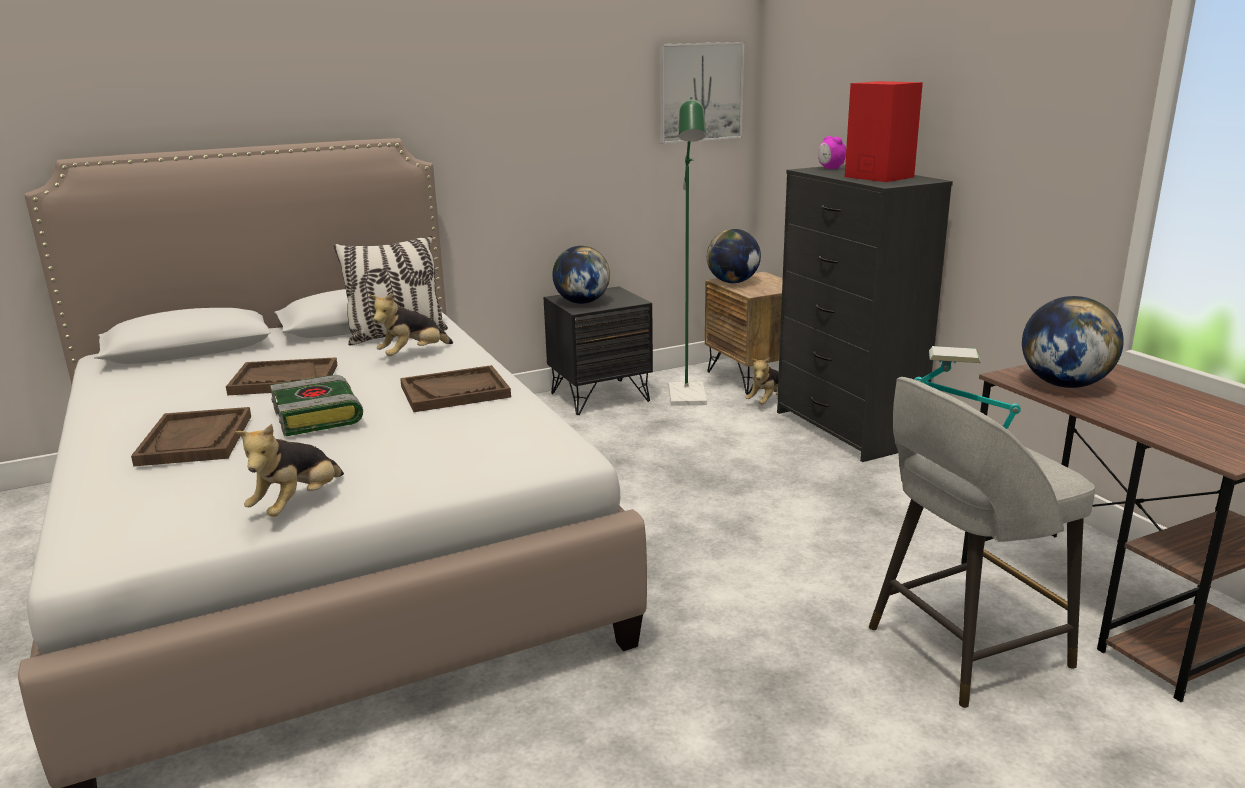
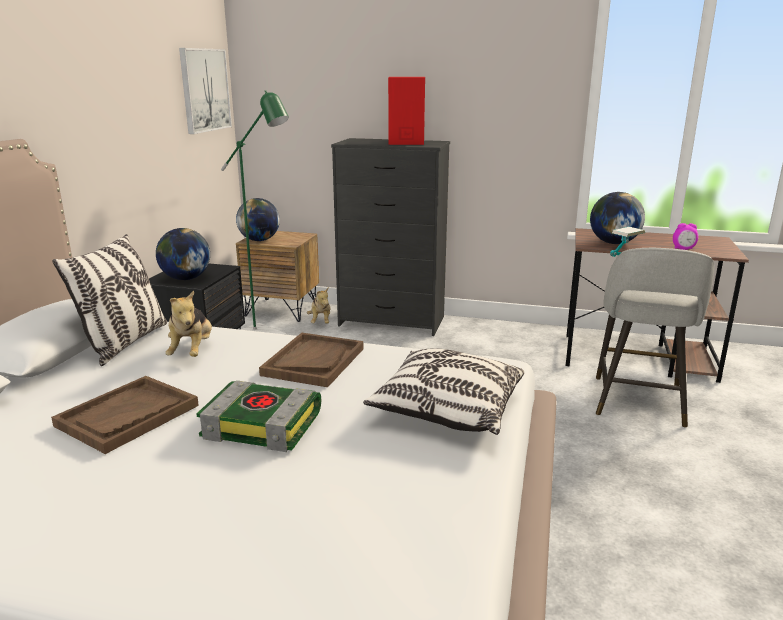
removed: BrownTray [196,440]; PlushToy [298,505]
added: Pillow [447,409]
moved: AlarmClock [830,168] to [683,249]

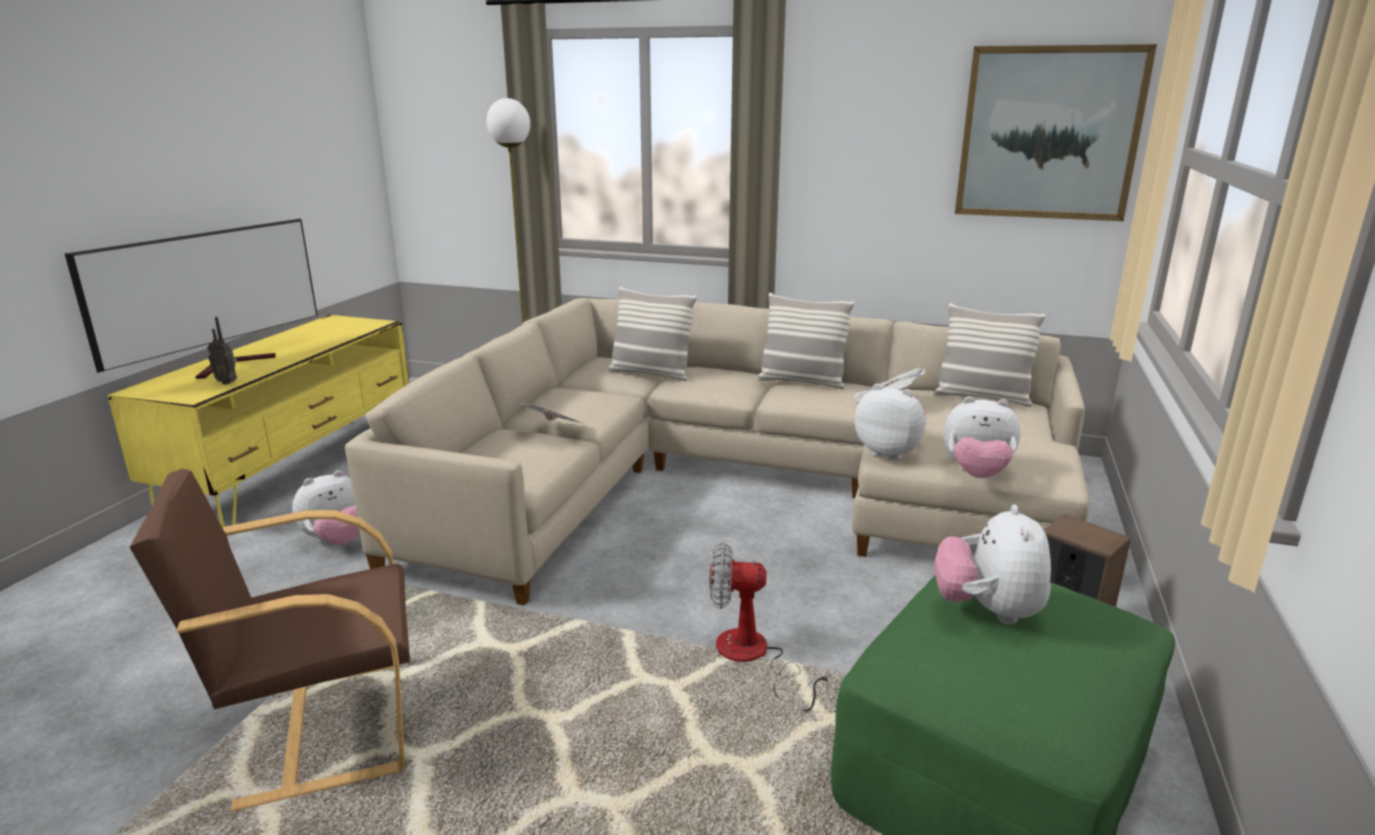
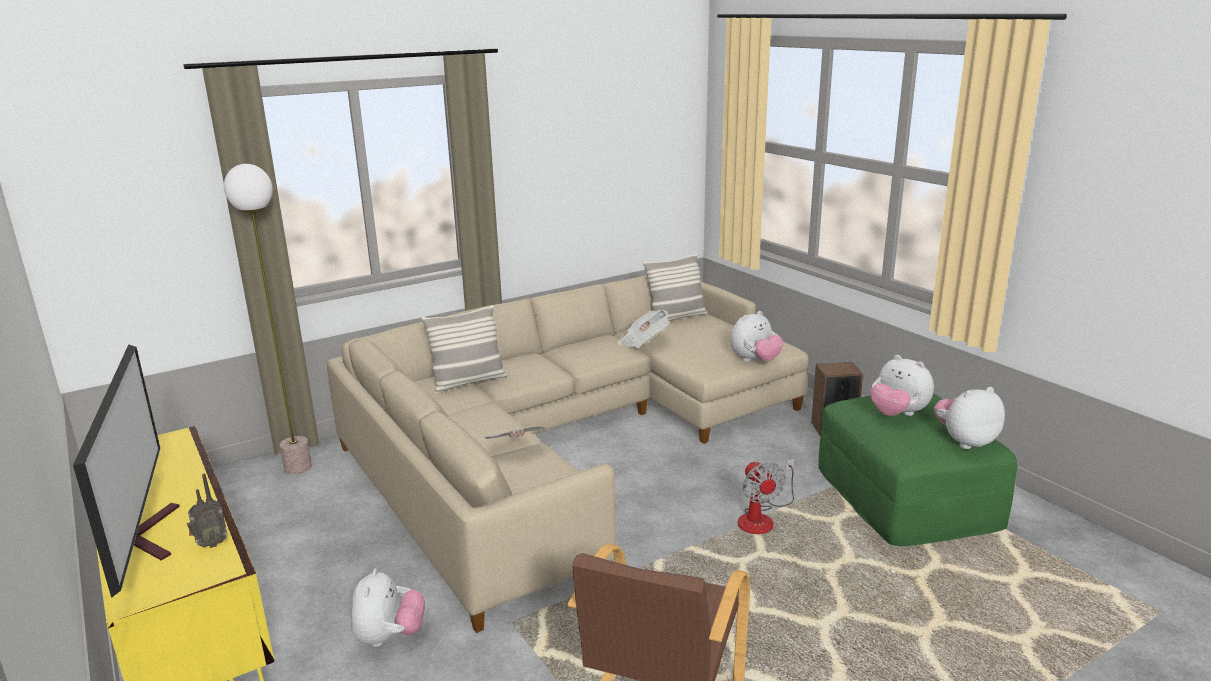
removed: Pillow [802,382]; Picture [1048,134]
moved: PlushToy [889,452] to [964,441]
turned: Fan [753,658] = [761,518] 60 degrees counterclockwise

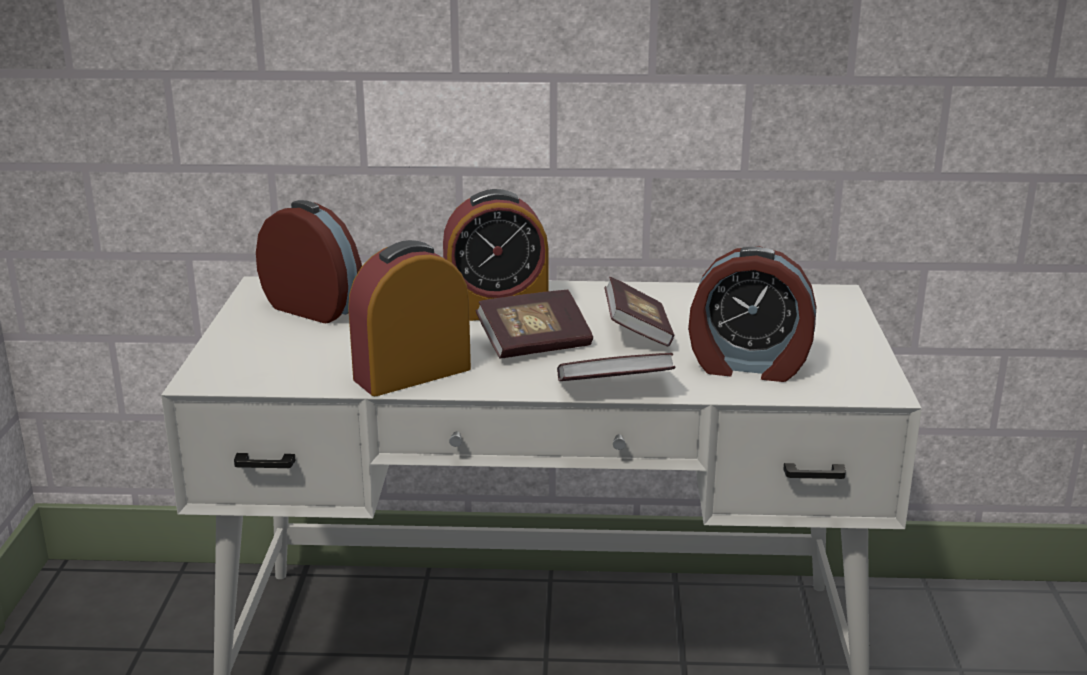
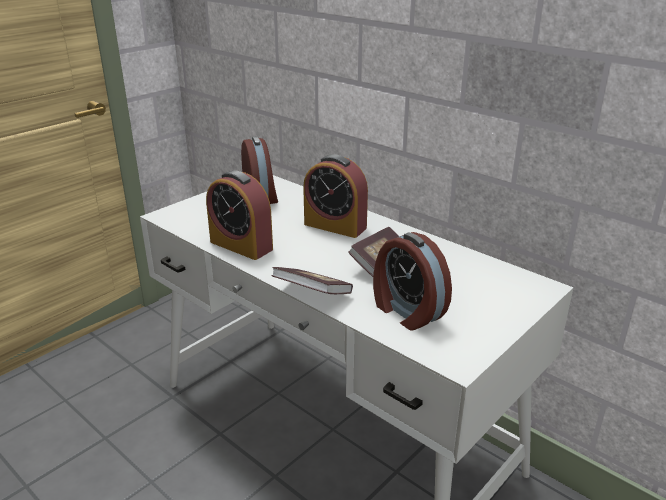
removed: Book [534,345]
turned: AlarmClock [412,374] = [241,245] 150 degrees counterclockwise

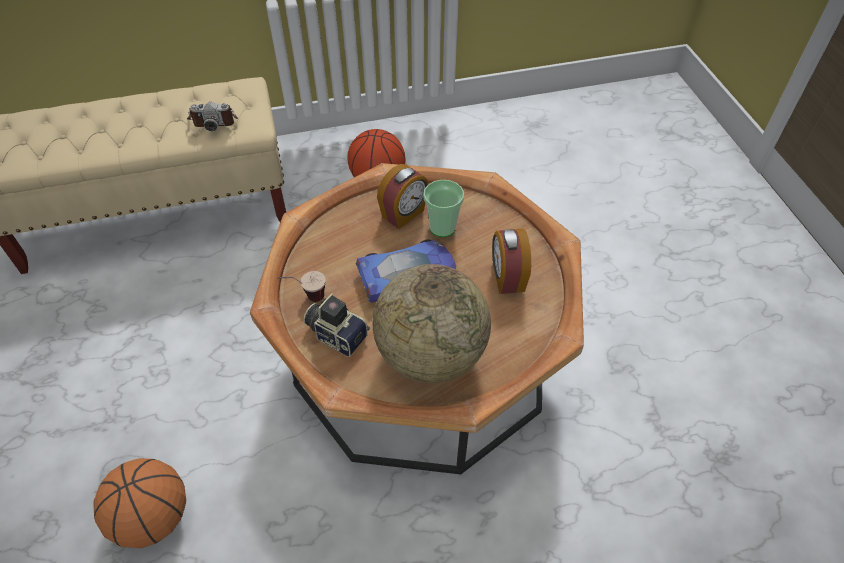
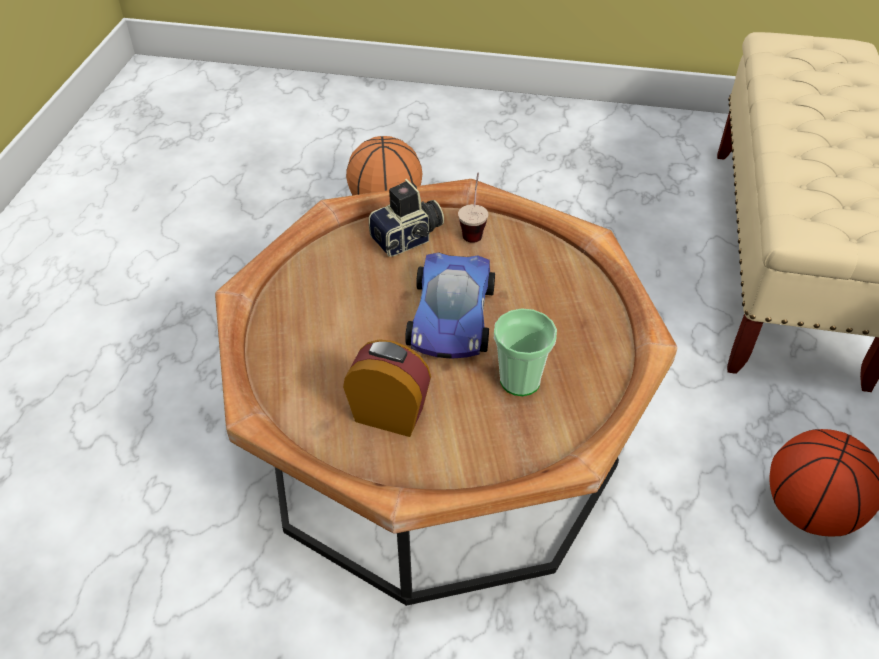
removed: PhotoCamera [214,119]; Globe [430,355]; AlarmClock [404,214]

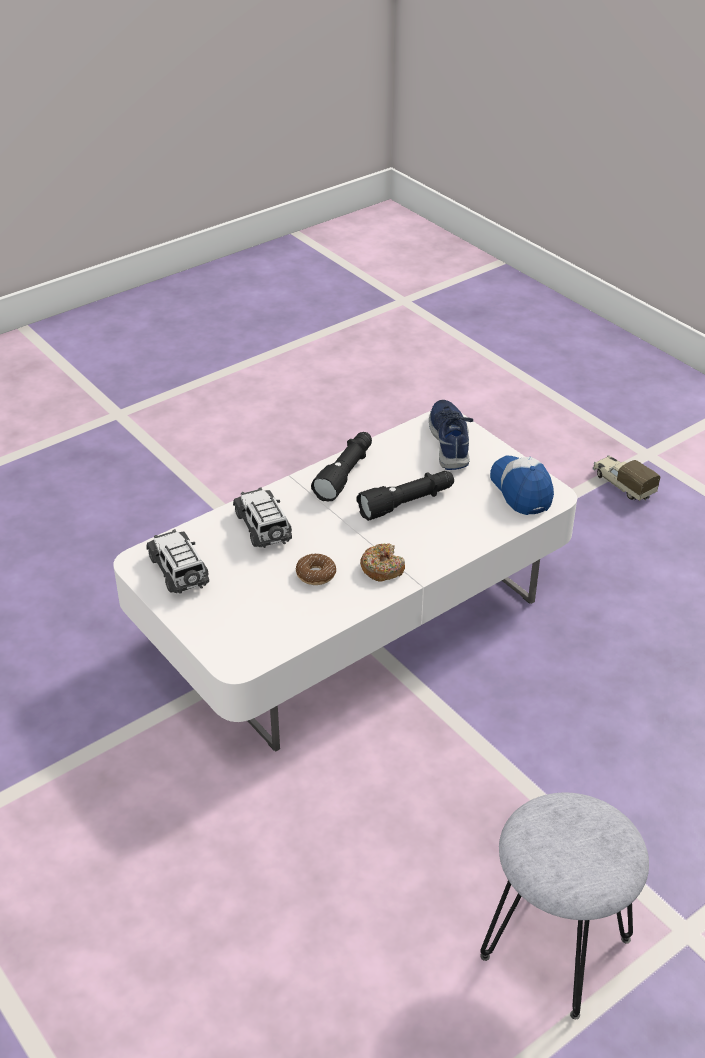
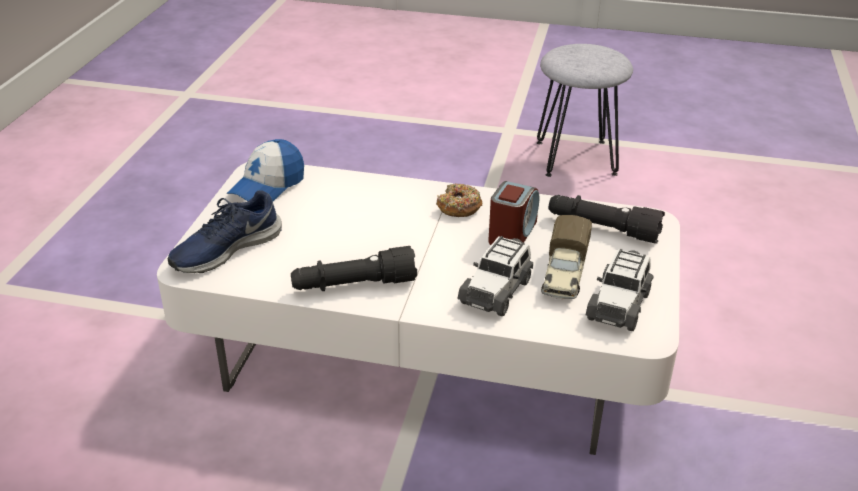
moved: ToyTruck [622,485] to [564,276]; BlackFlashlight [407,503] to [602,228]
replaced: Donut [316,574] to AlarmClock [512,233]

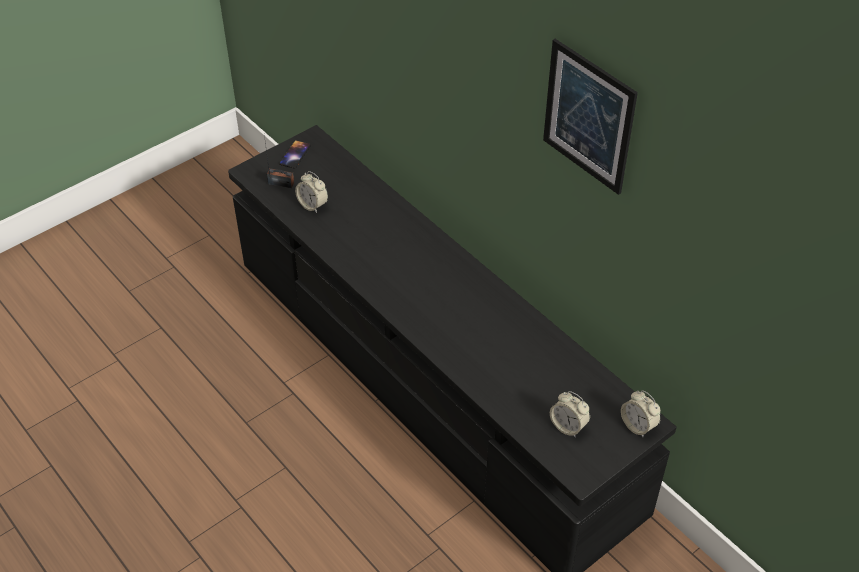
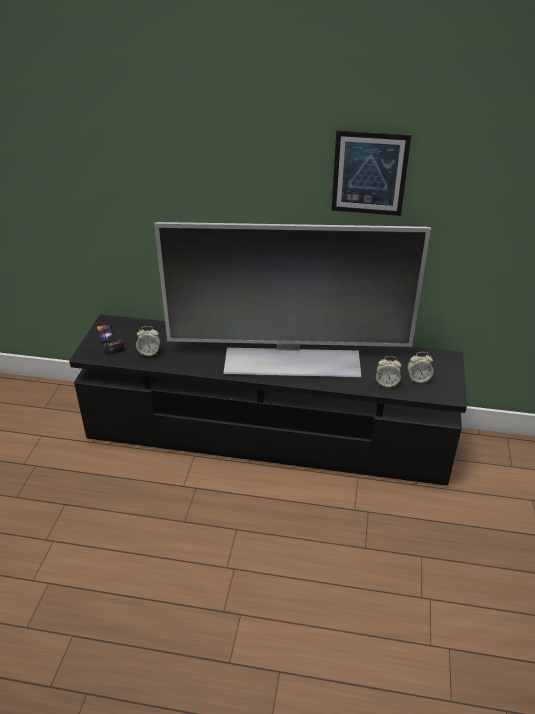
added: Television [292,361]
moved: AlarmClock [638,425] to [386,383]

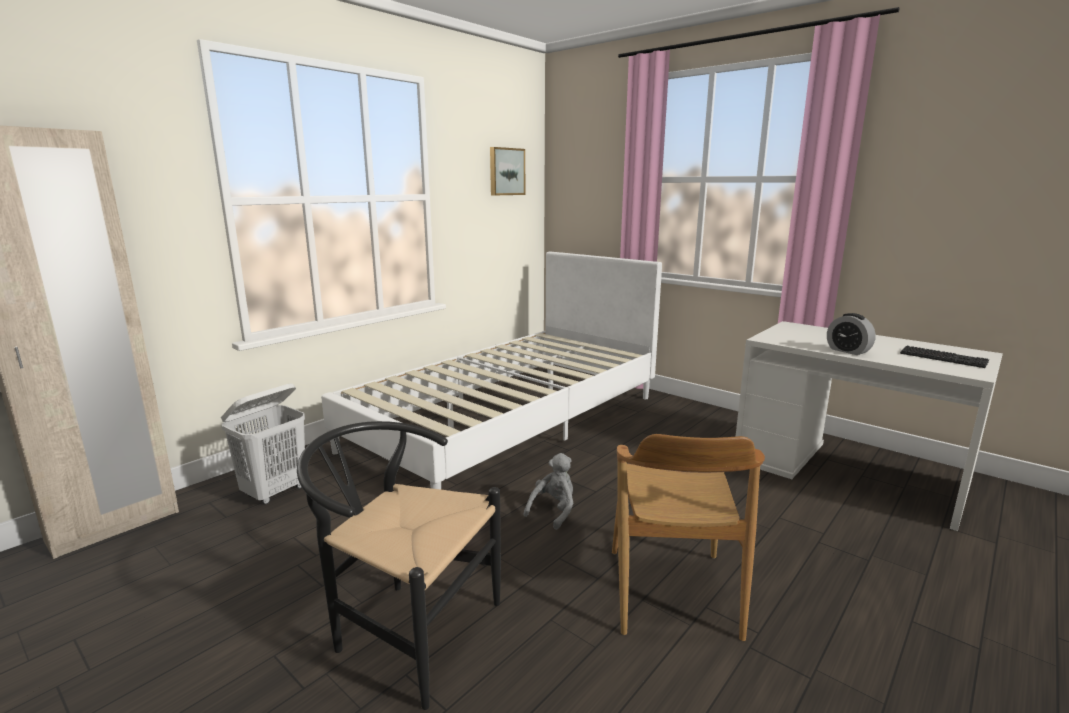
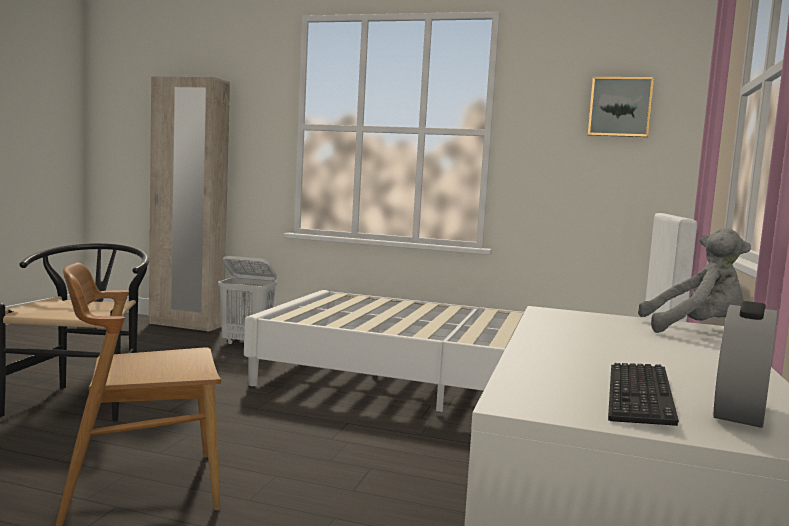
moved: GreyPlushToy [553,511] to [694,329]; AlarmClock [848,351] to [740,412]

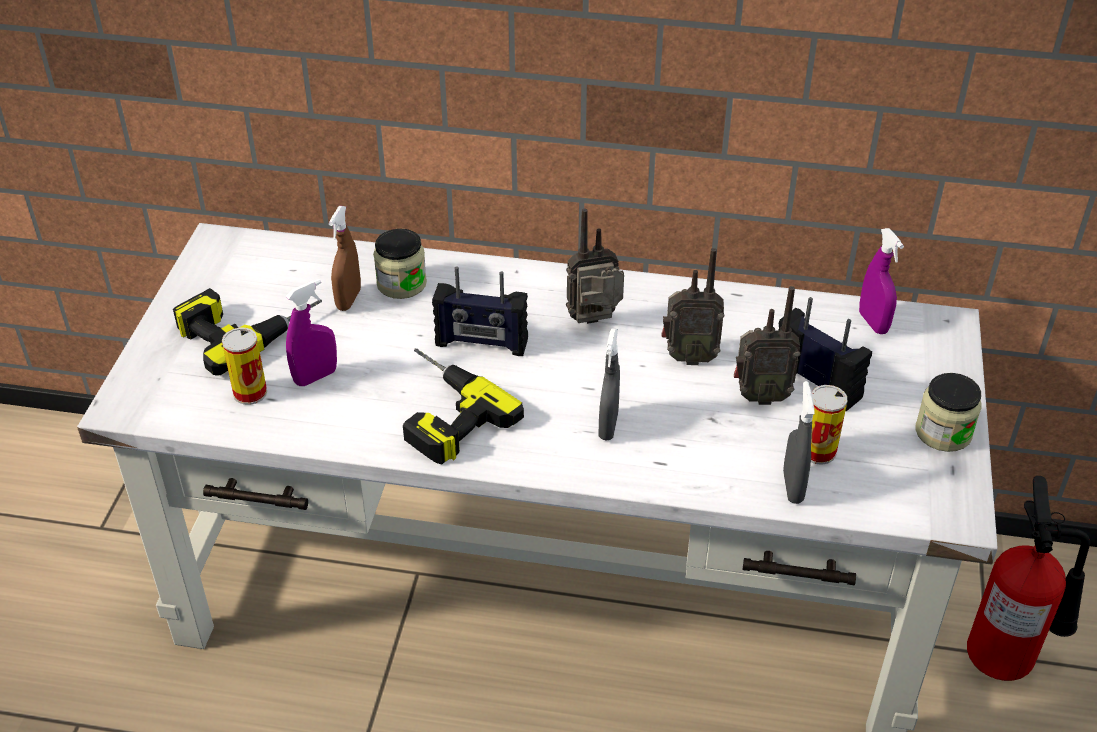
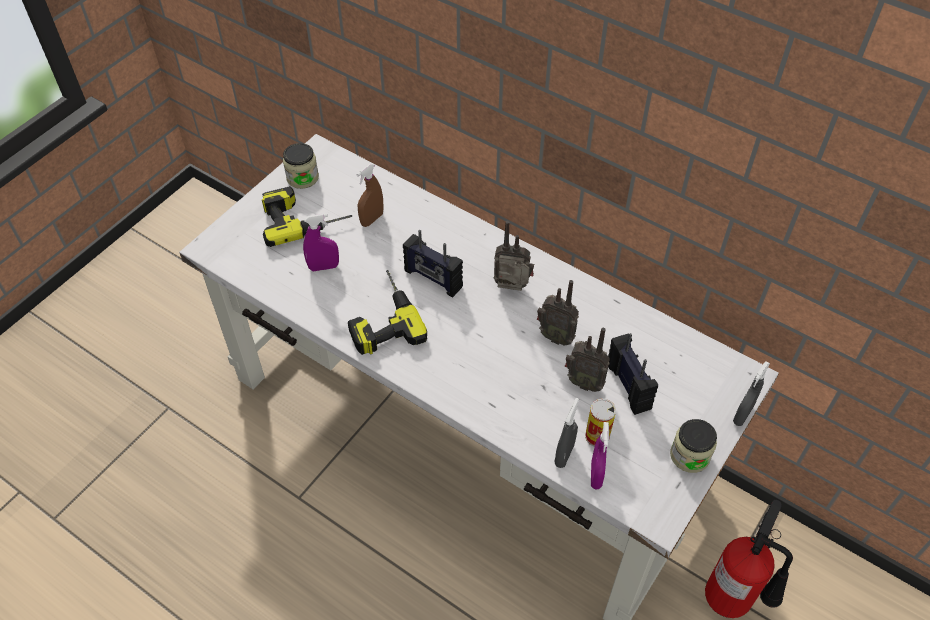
removed: Can [250,393]
moved: Jar [401,284] to [302,177]; PurpleSprayBottle [873,323] to [596,475]; GreySprayBottle [608,426] to [742,415]

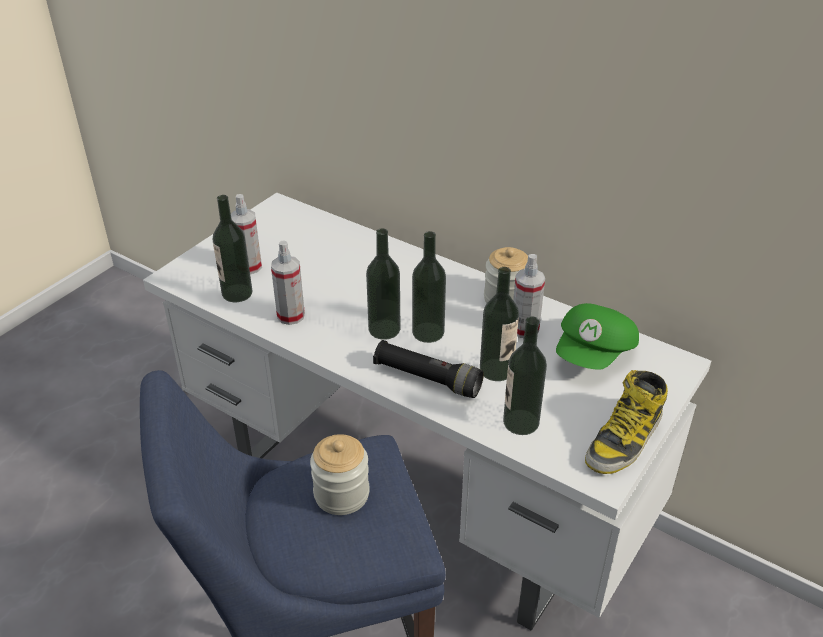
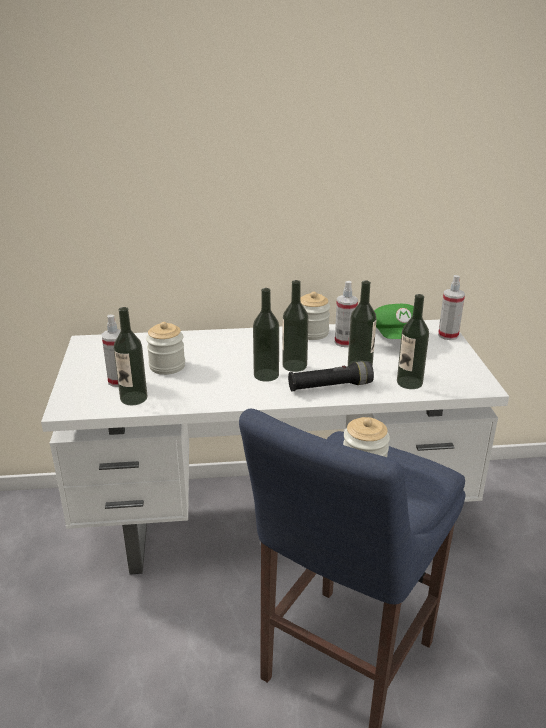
removed: Boot [624,439]
added: Jar [167,366]
moved: SprayBottle [291,316] to [448,335]

